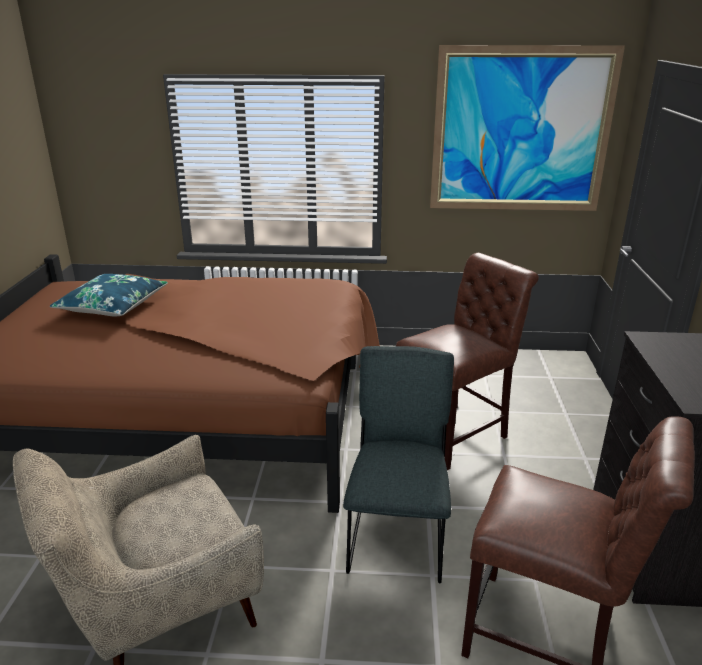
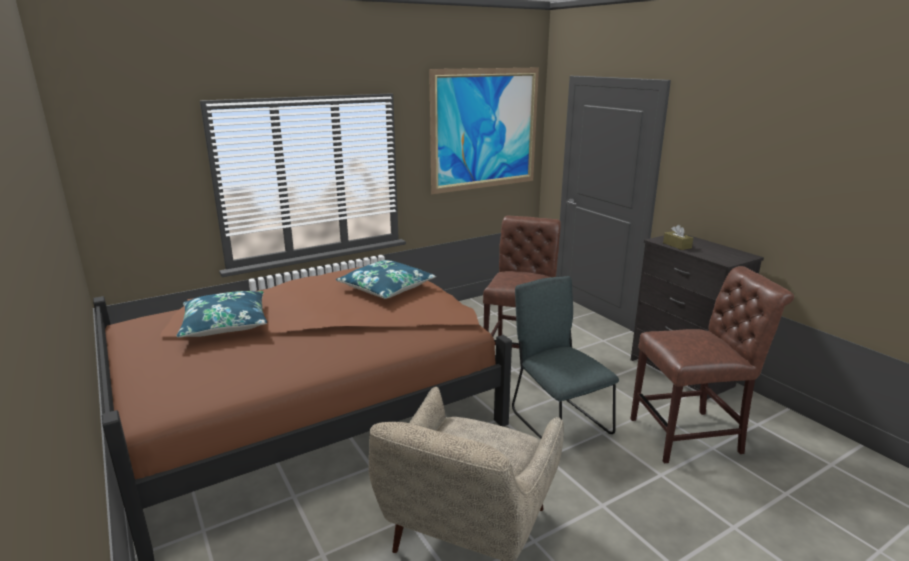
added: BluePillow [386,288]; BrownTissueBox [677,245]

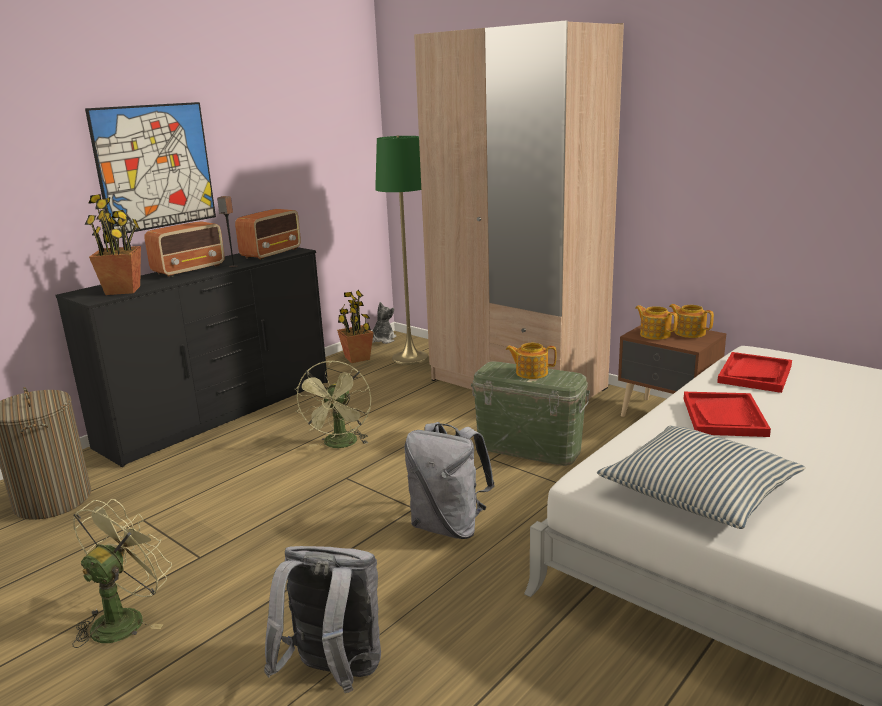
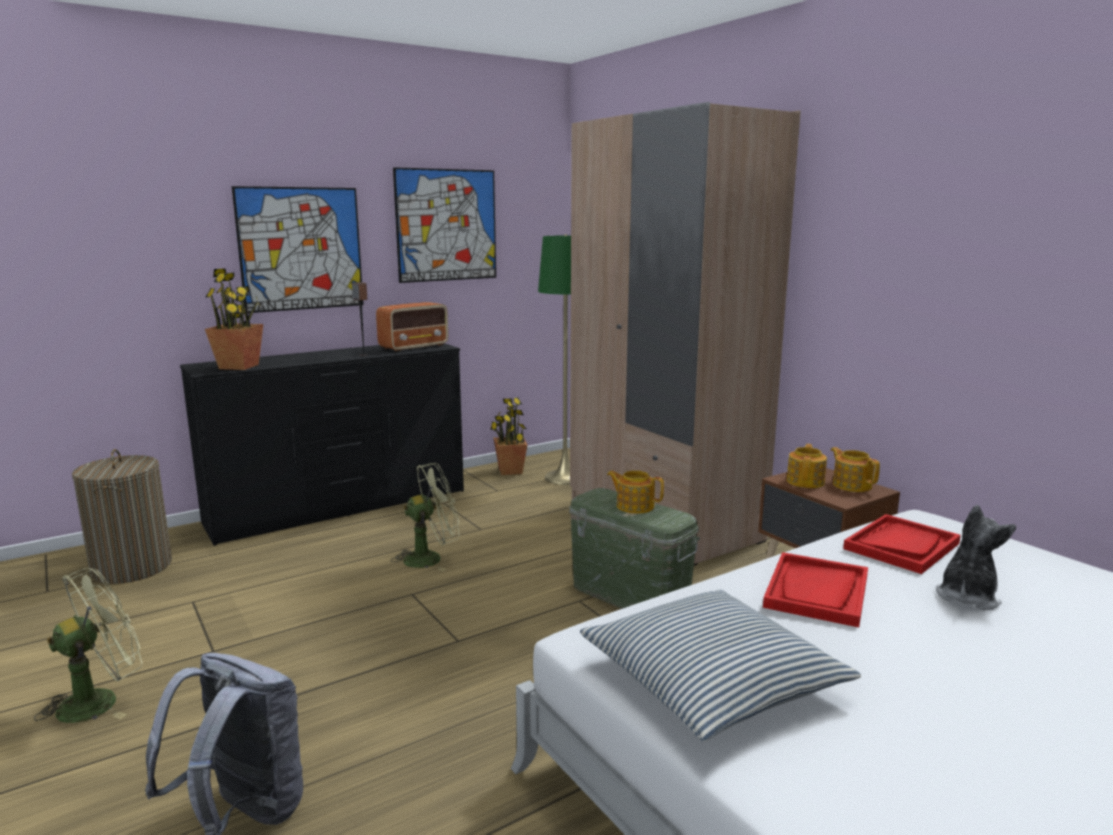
removed: Radio [190,269]; GreyBackpack [449,526]
added: Picture [446,225]
moved: PlushToy [383,340] to [967,596]
turned: GreenFan [340,445] = [430,558] 135 degrees counterclockwise; Teapot [654,334] = [806,481] 45 degrees clockwise

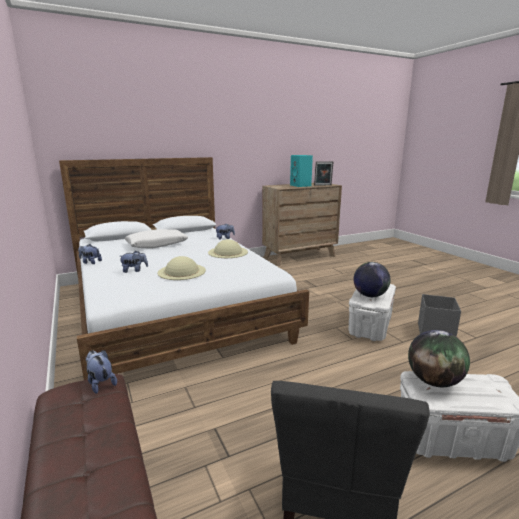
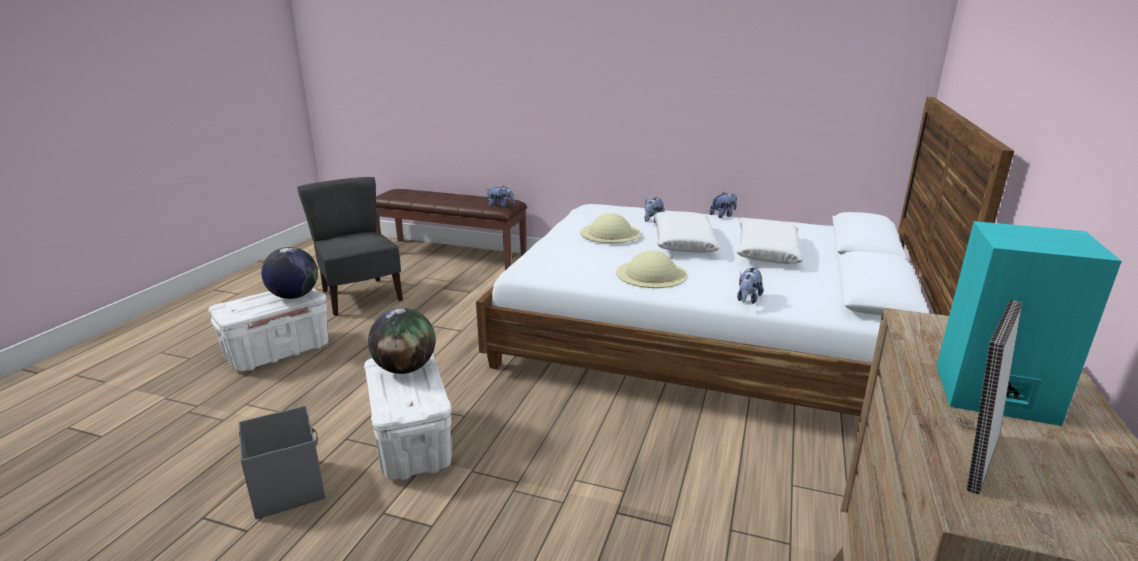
added: WhitePillow [683,242]

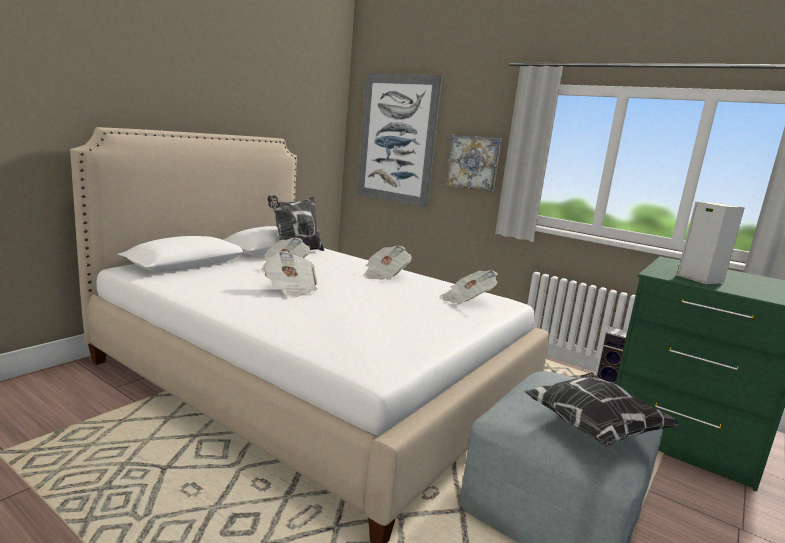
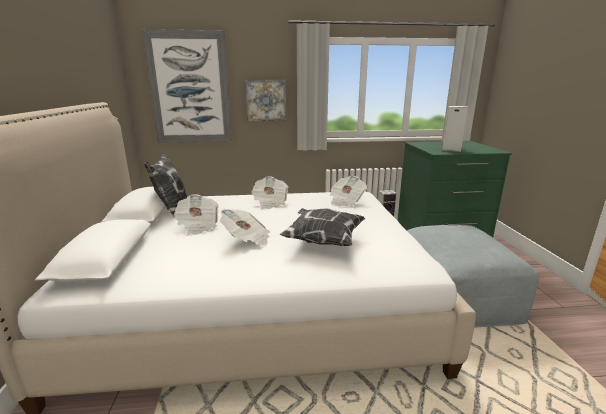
moved: Pillow [593,428] to [322,240]

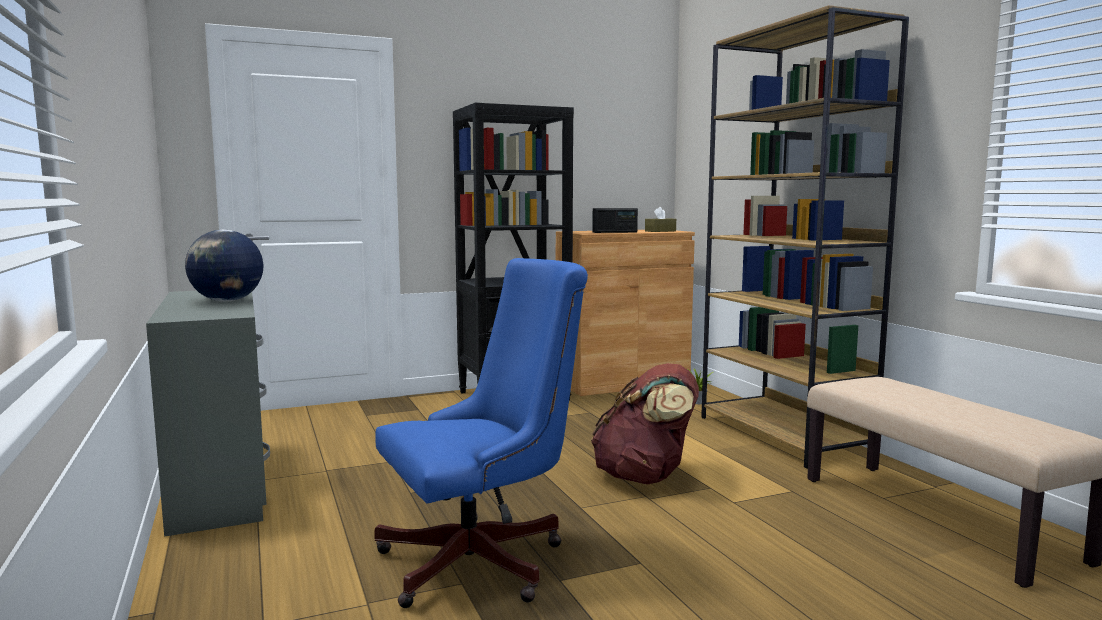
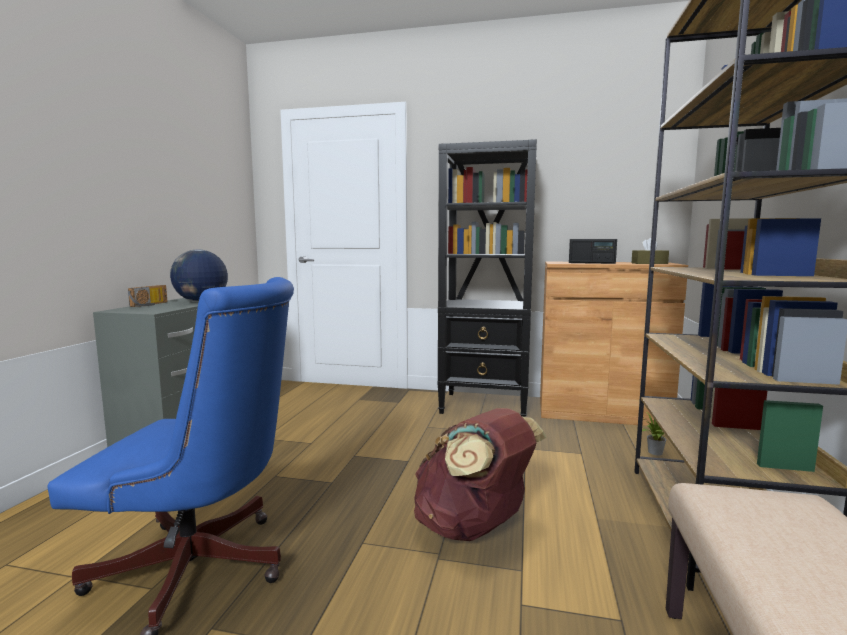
added: Radio [151,304]

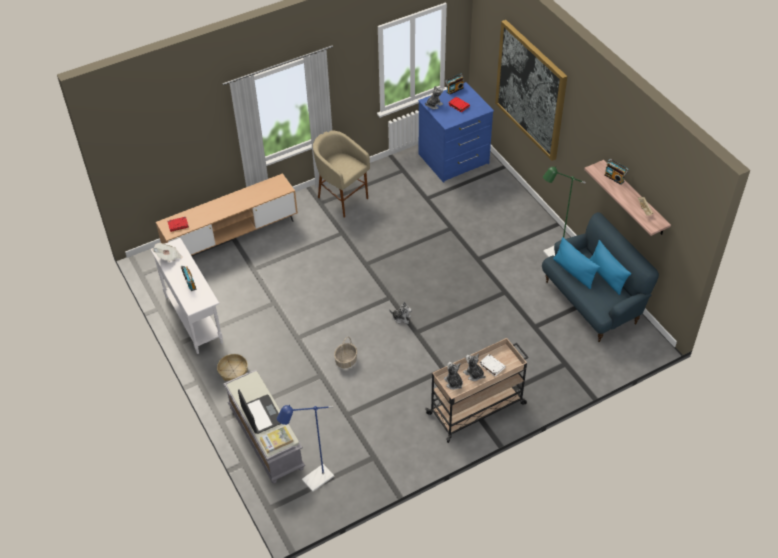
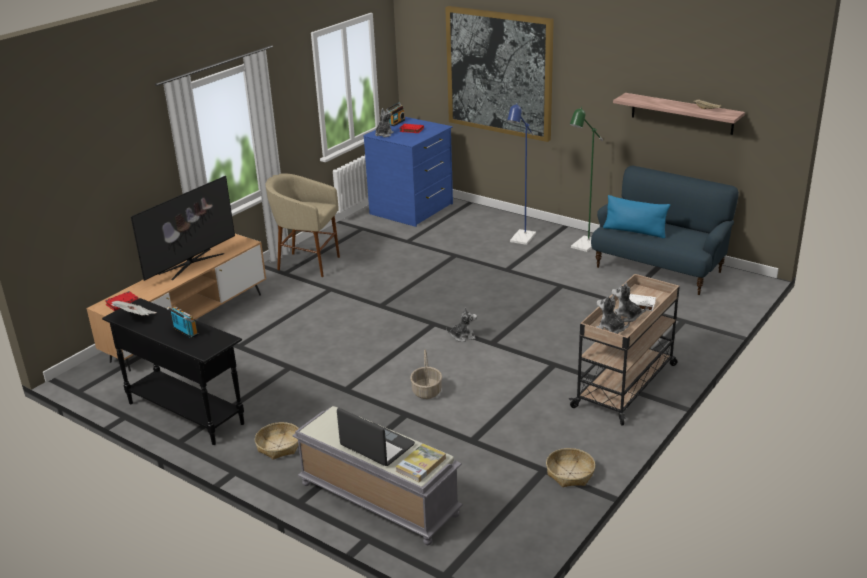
removed: BluePillow [606,276]; Radio [615,178]
added: Television [191,264]; Basket [570,473]
moved: BlueFloorLamp [313,481] to [521,240]
recoloured: WhiteConsoleTable [194,319] to BlackConsoleTable [185,413]

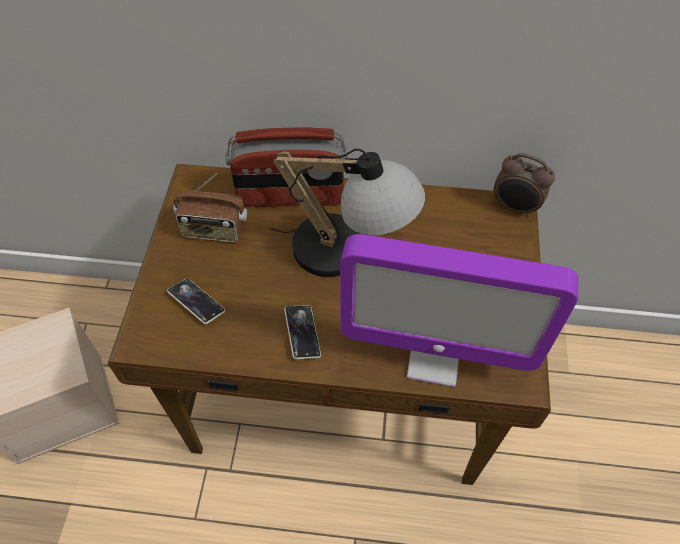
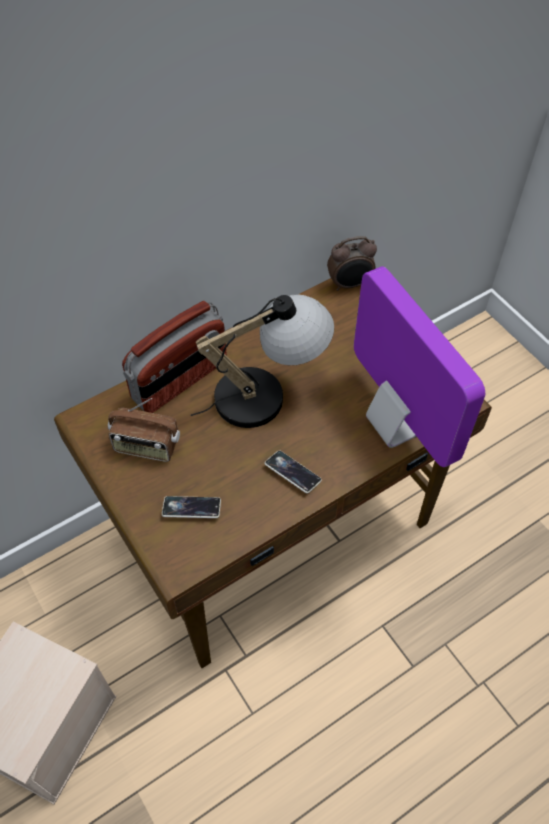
turned: Radio [214,230] = [146,446] 45 degrees clockwise; Monitor [434,358] = [395,426] 90 degrees counterclockwise

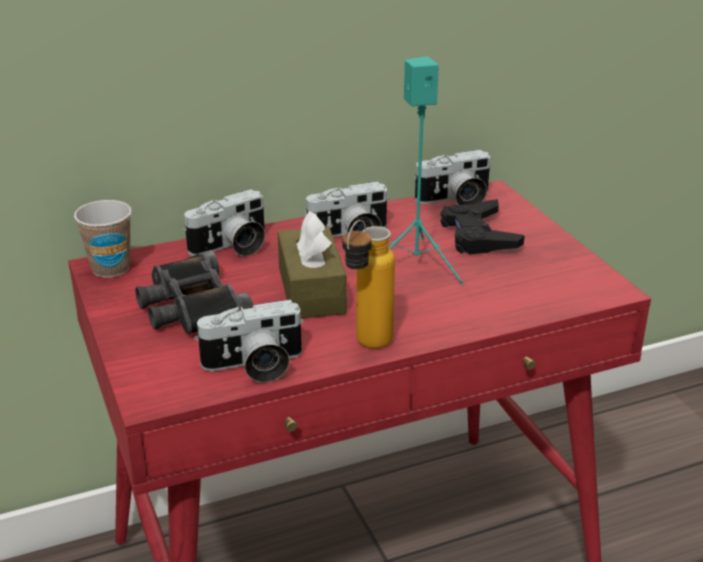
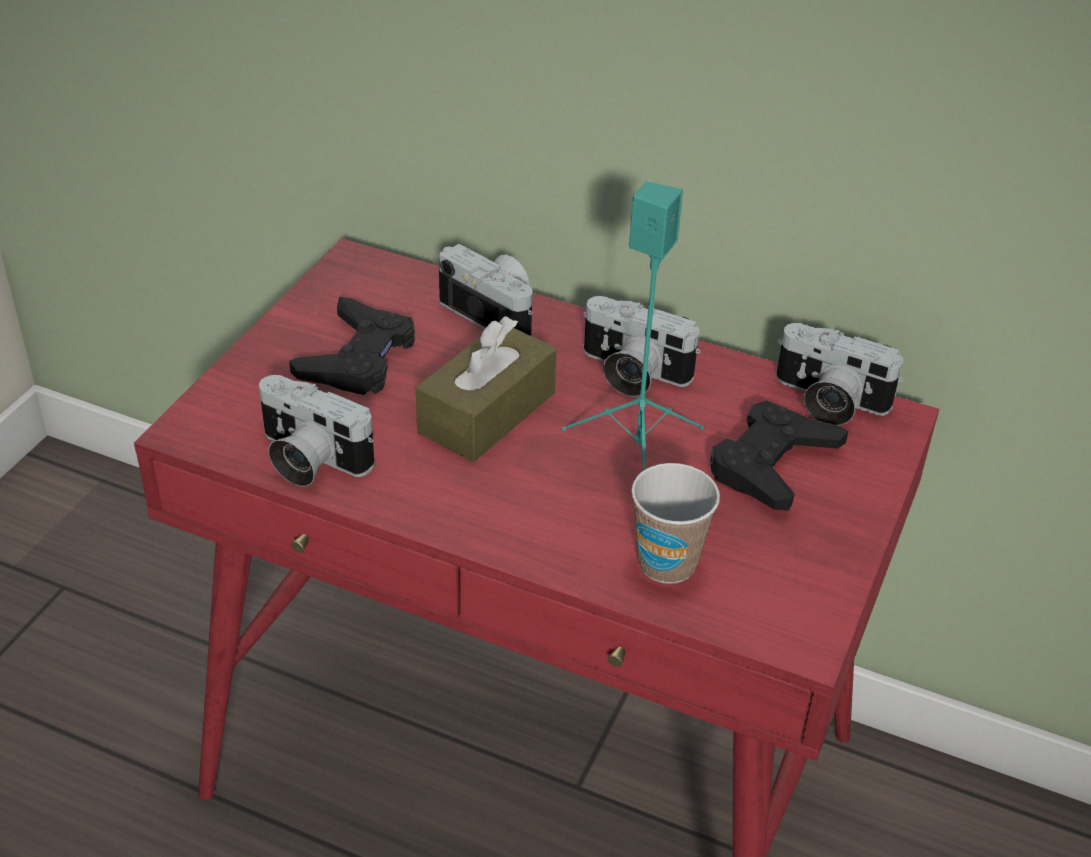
removed: Bottle [366,347]
moved: Cup [110,268] to [667,563]
replaced: BlackBinoculars [192,306] to BlackGameController [358,358]
turned: PhotoCamera [232,247] = [495,313] 150 degrees counterclockwise

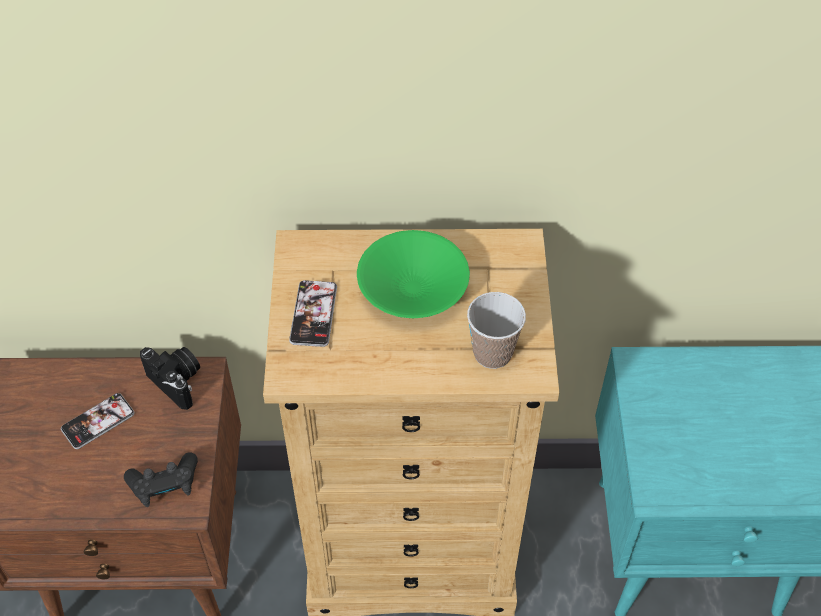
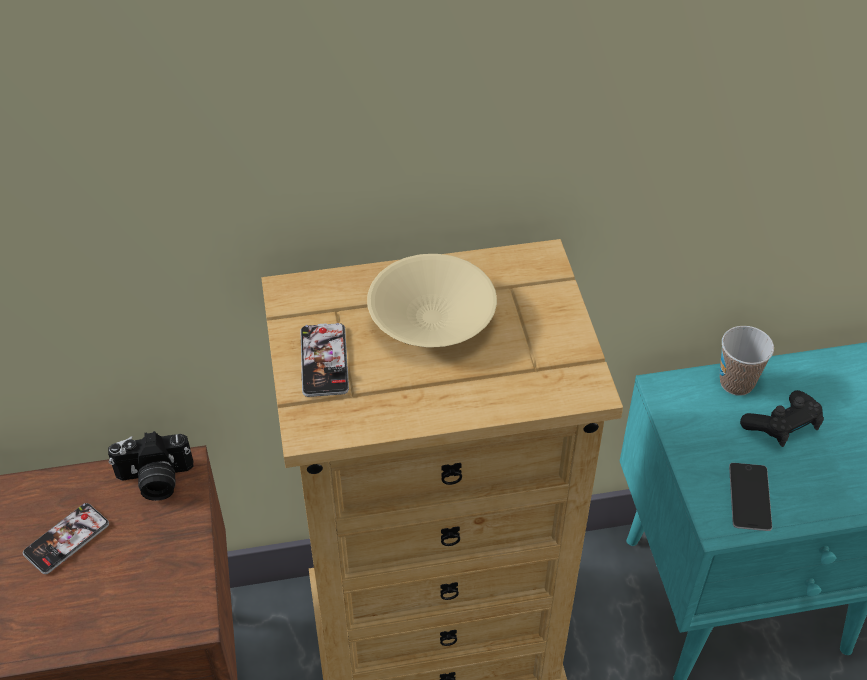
added: Phone [750,496]
moved: Cup [492,353] to [736,383]; BlackGameController [165,485] to [782,426]
recoloured: GreenBowl [411,289] to BeigeBowl [430,320]
turned: PhotoCamera [178,381] = [155,480] 135 degrees clockwise

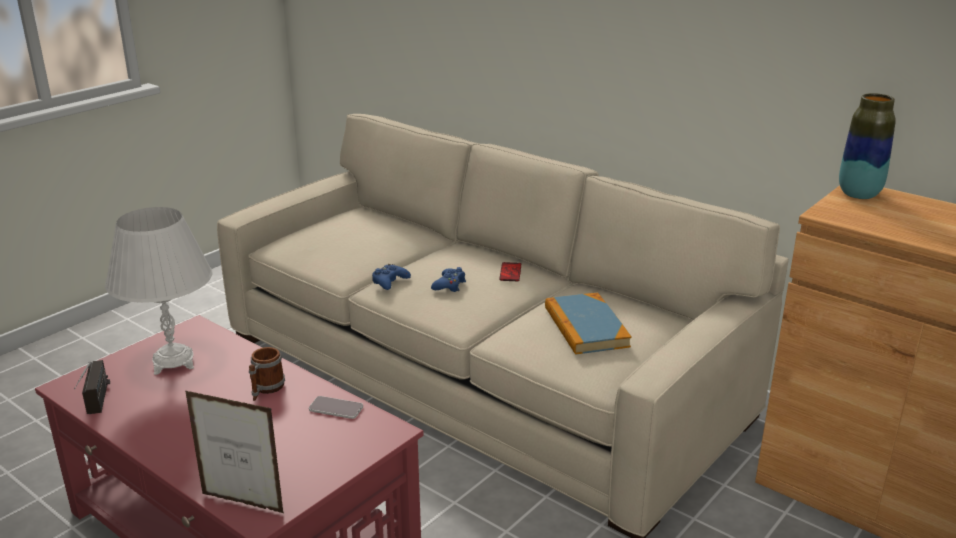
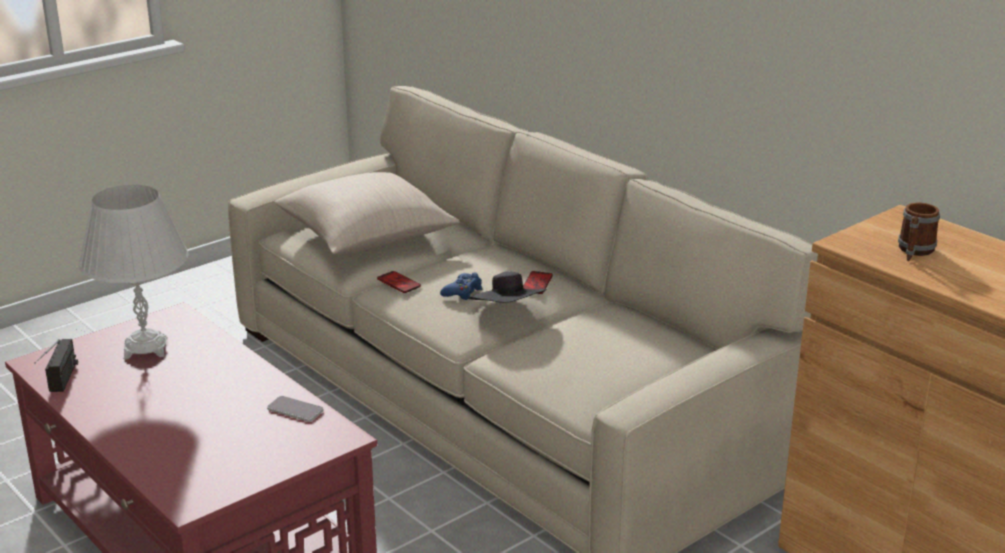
removed: PictureFrame [242,503]; Book [585,327]; Vase [859,194]
added: BeigePillow [366,236]; BlackHat [508,314]
moved: Mug [265,389] to [914,251]
replaced: BlueGameController [389,281] to Phone [398,283]

